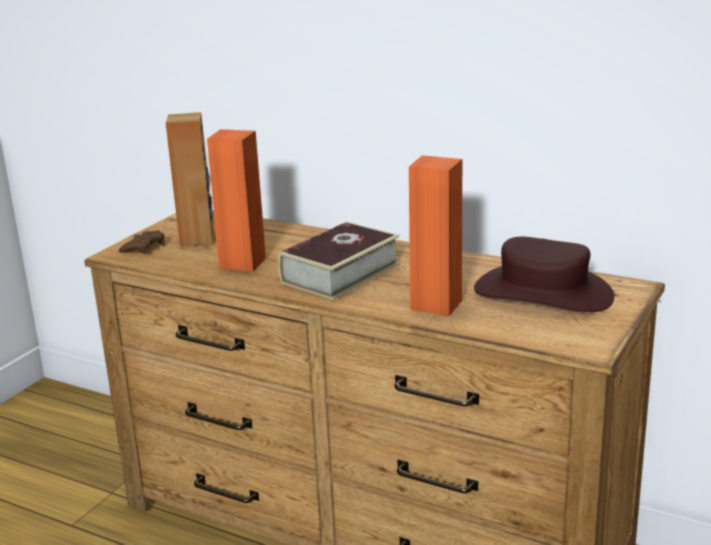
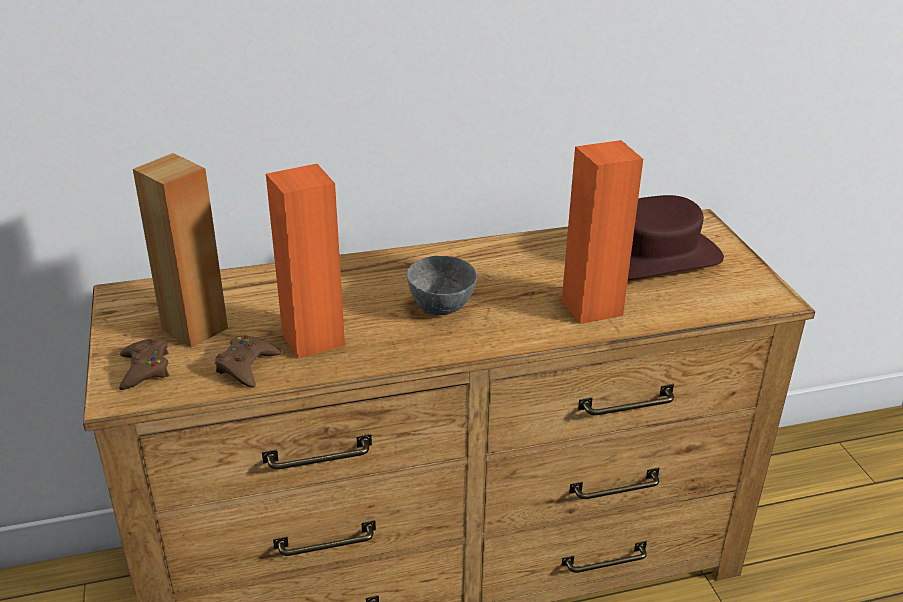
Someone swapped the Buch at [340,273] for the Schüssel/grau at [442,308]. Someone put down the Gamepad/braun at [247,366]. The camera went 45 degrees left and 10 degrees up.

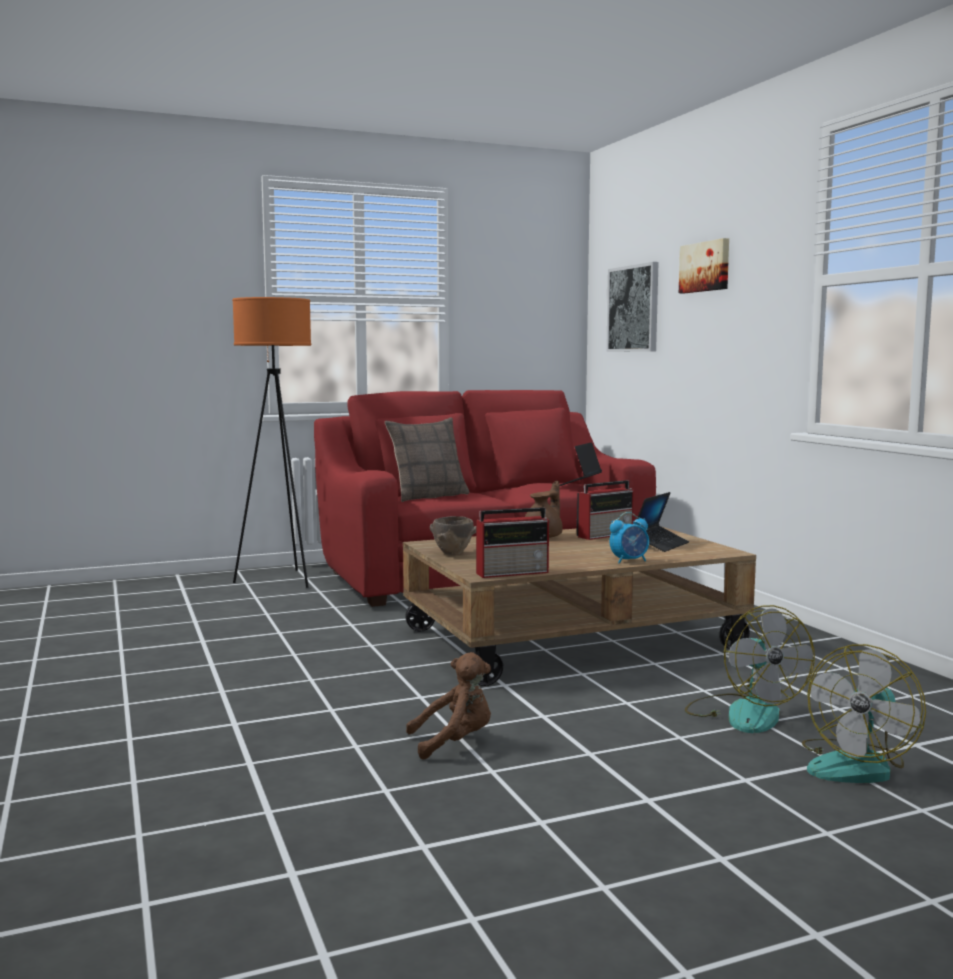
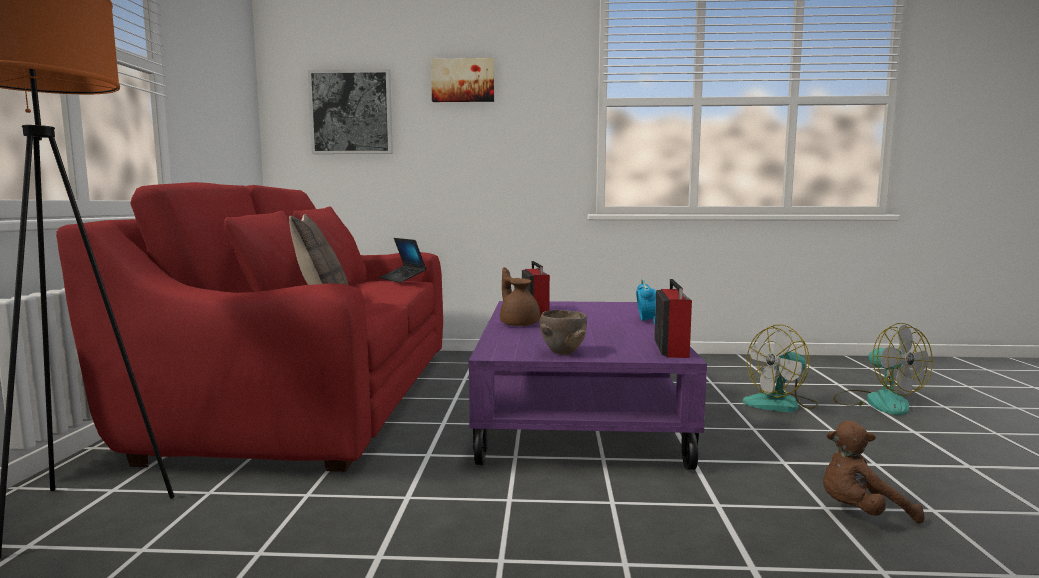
Someone took away the Laptop at [660,545]. Someone repainted the Couchtisch/braun at [571,639], which became the Couchtisch/lila at [575,411]. Someone rotated the Ventilator at [744,713] by 150 degrees clockwise. Someone rotated the Plüschtier/braun at [454,742] by 105 degrees counterclockwise. The camera went 65 degrees left and 0 degrees up.

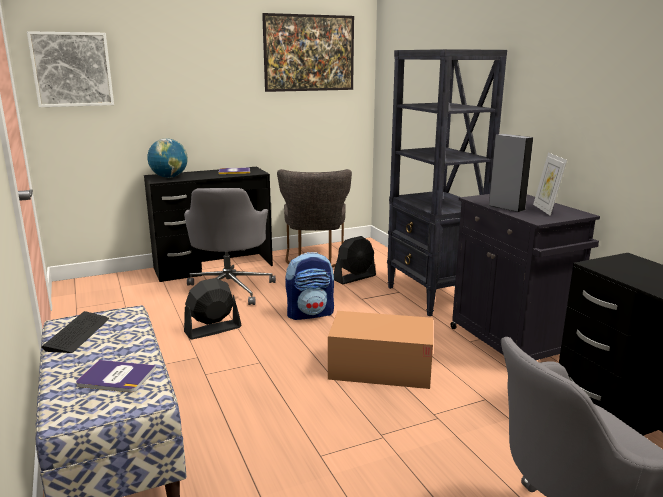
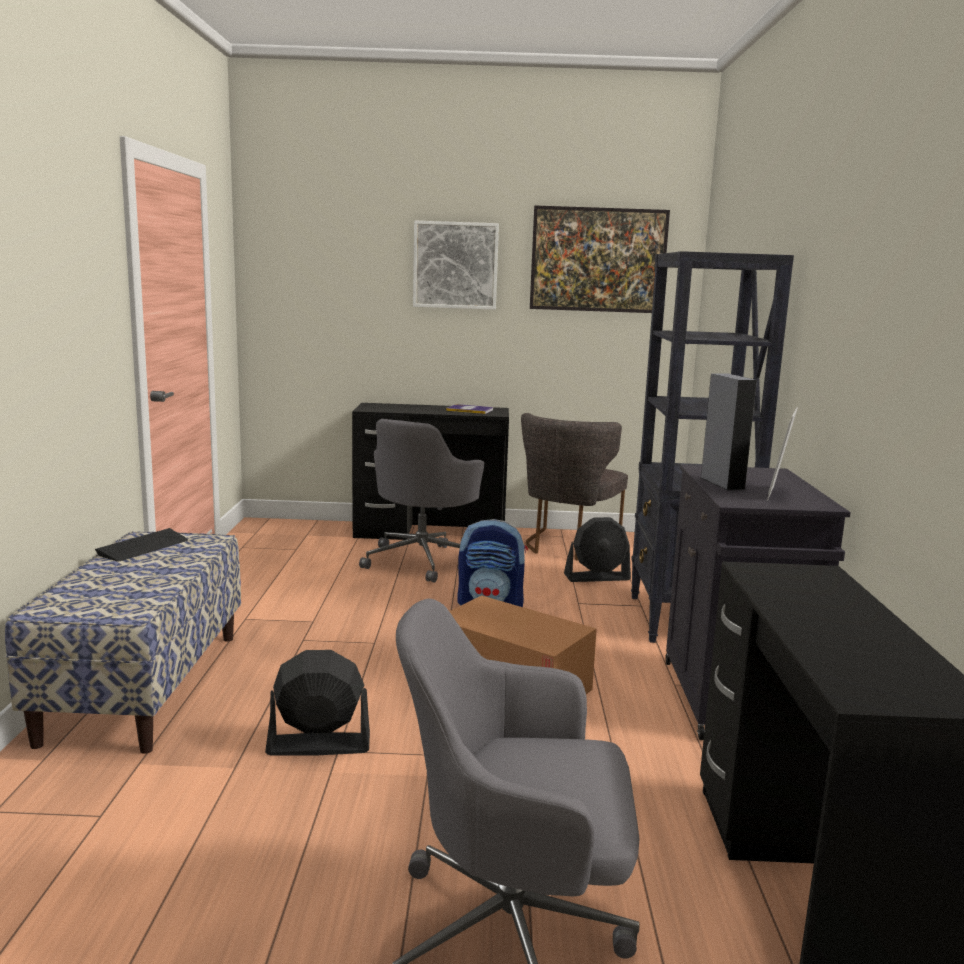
Someone carried the Bild from [72,69] to [455,265]. Someone took away the Globus at [169,177]. Someone carried the Ventilator/schwarz from [212,330] to [318,745]. Someone took away the Buch at [116,377]. The camera went 25 degrees right and 5 degrees down.

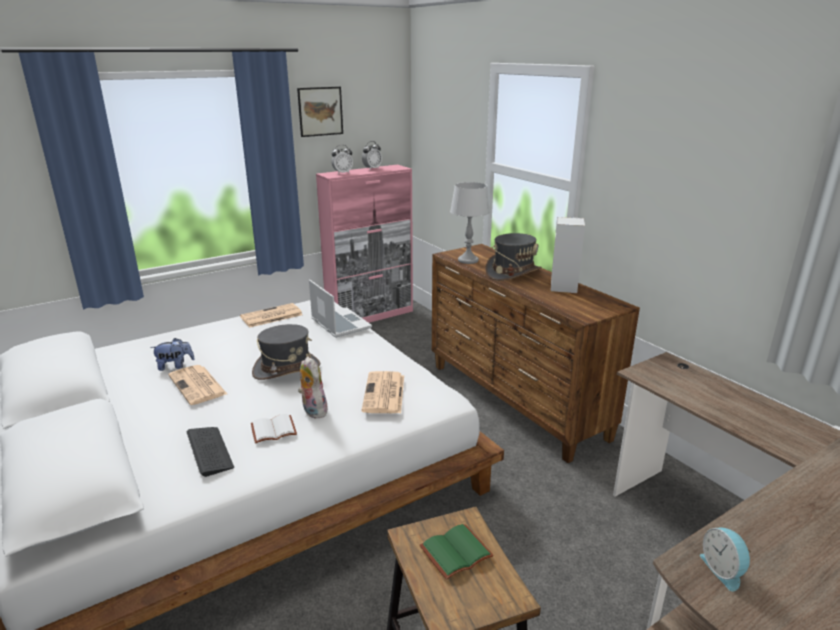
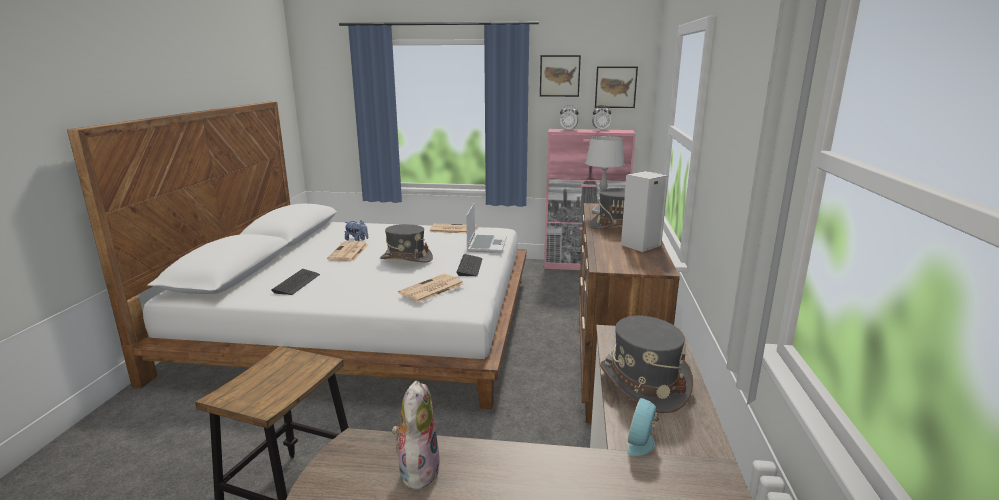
Someone carried the Plüschtier from [312,411] to [417,469]. Someone took away the Buch/weiß at [273,431]. Someone took away the Buch/grün at [455,550]. Someone carried the Wecker from [723,570] to [642,443]. Someone put up the Bild at [615,87]. Someone put down the Tastatur at [470,266]. Someone put down the Hut/grau at [643,384]. The camera went 40 degrees right and 5 degrees down.

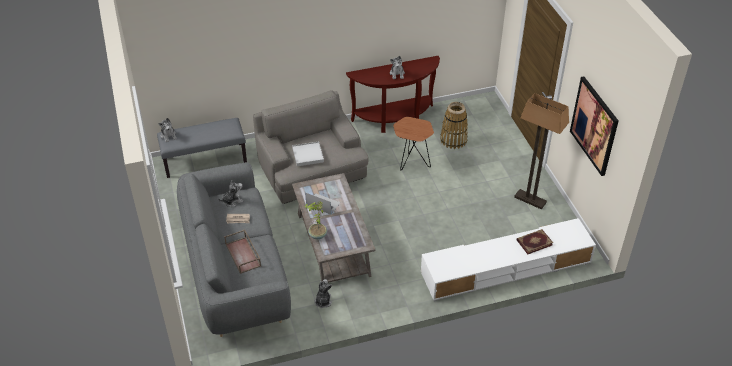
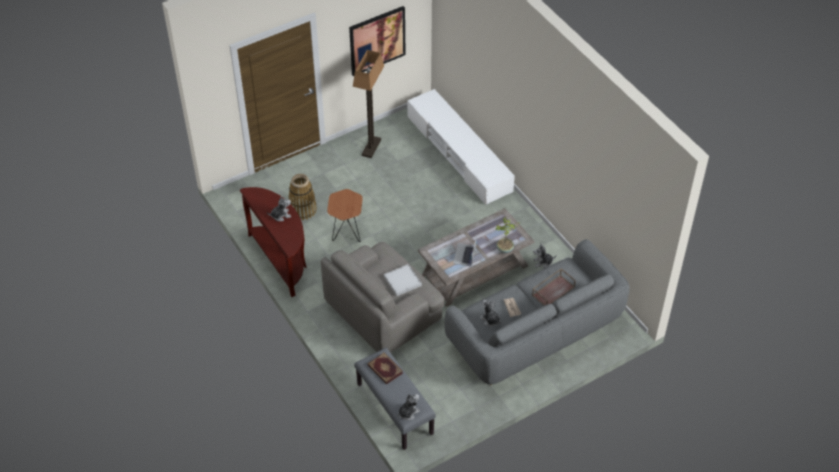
Someone carried the Buch from [534,242] to [384,369]. The camera went 105 degrees left and 5 degrees up.

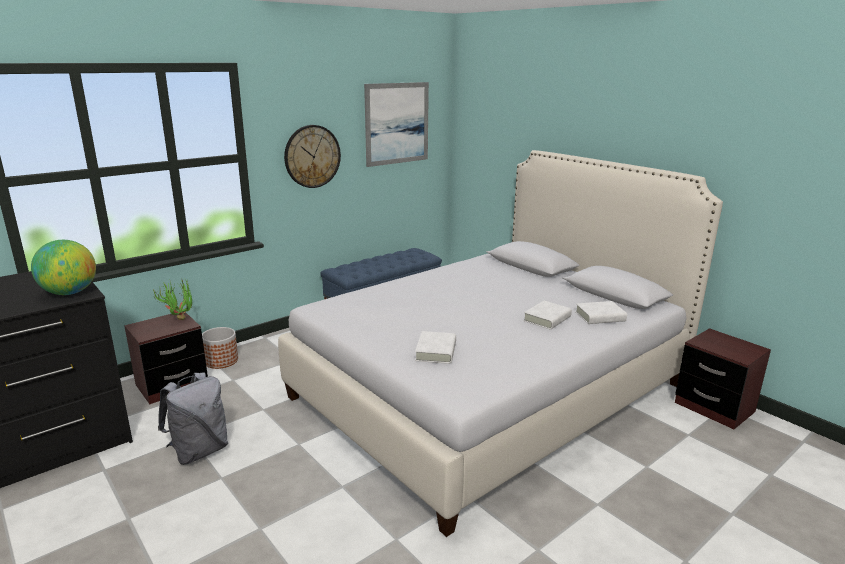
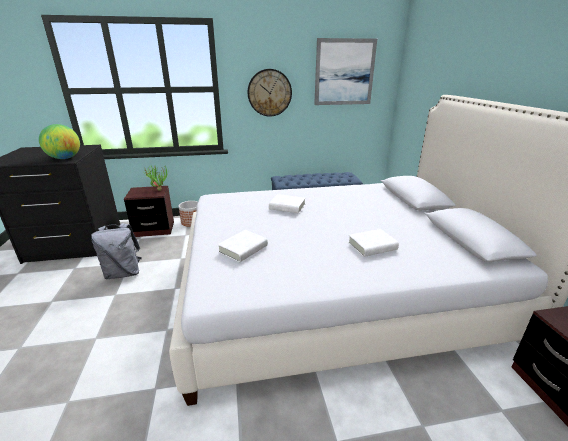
Someone carried the Buch/weiß from [600,317] to [287,207]. The camera went 30 degrees right and 5 degrees up.

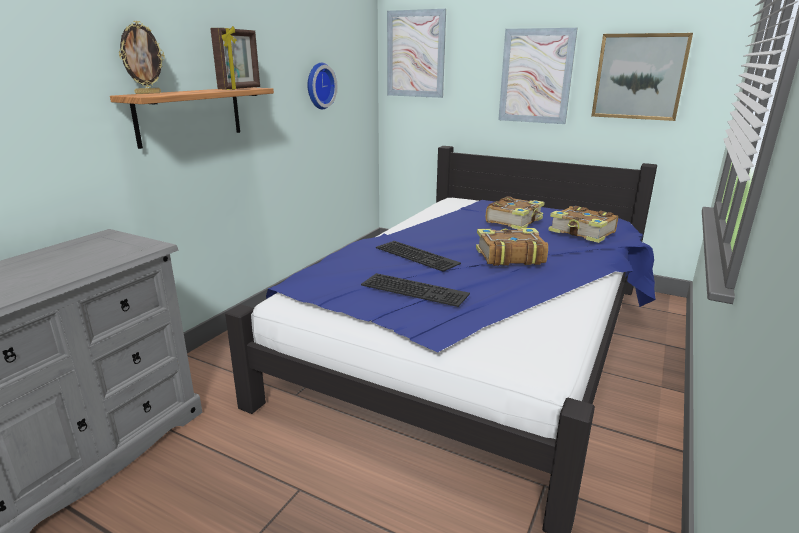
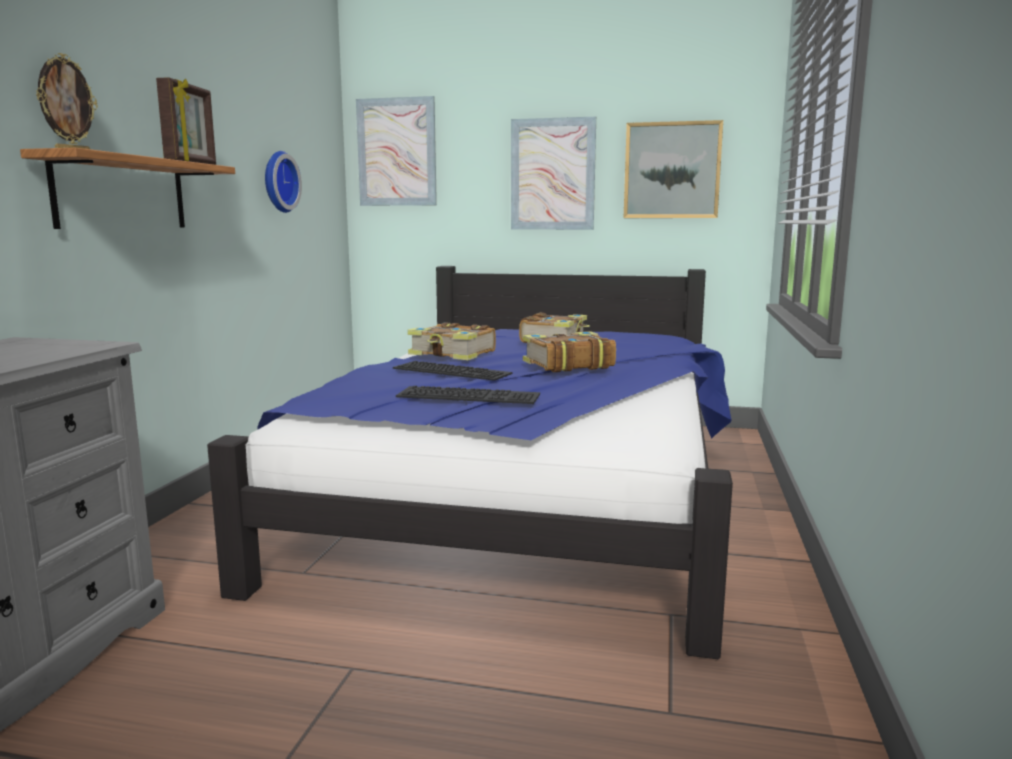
Someone carried the Buch from [582,233] to [453,354]. The camera went 15 degrees left and 10 degrees down.

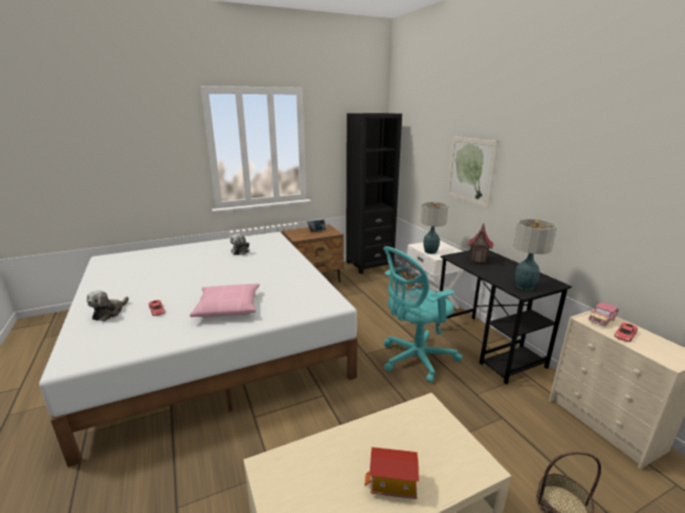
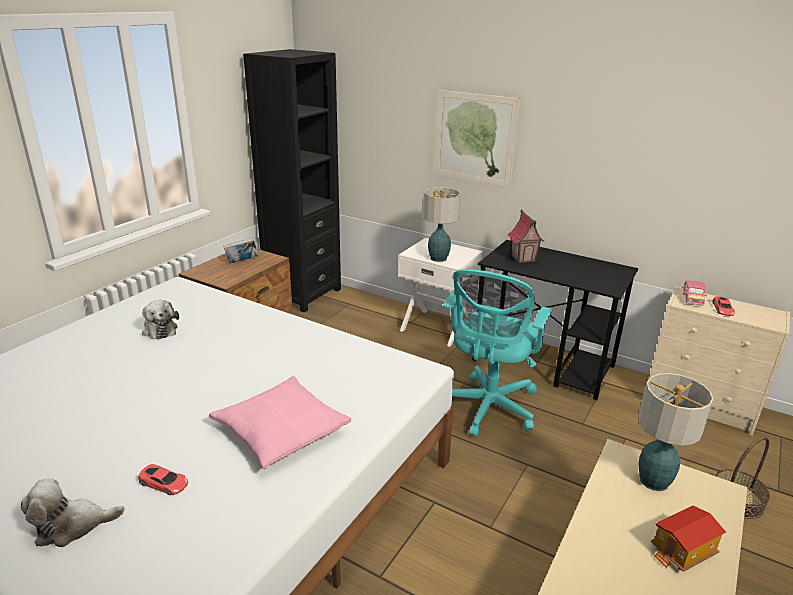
Someone carried the Tischlampe from [524,286] to [654,482]. Someone rotated the Plüschtier at [109,312] by 90 degrees clockwise. The camera went 35 degrees left and 5 degrees up.

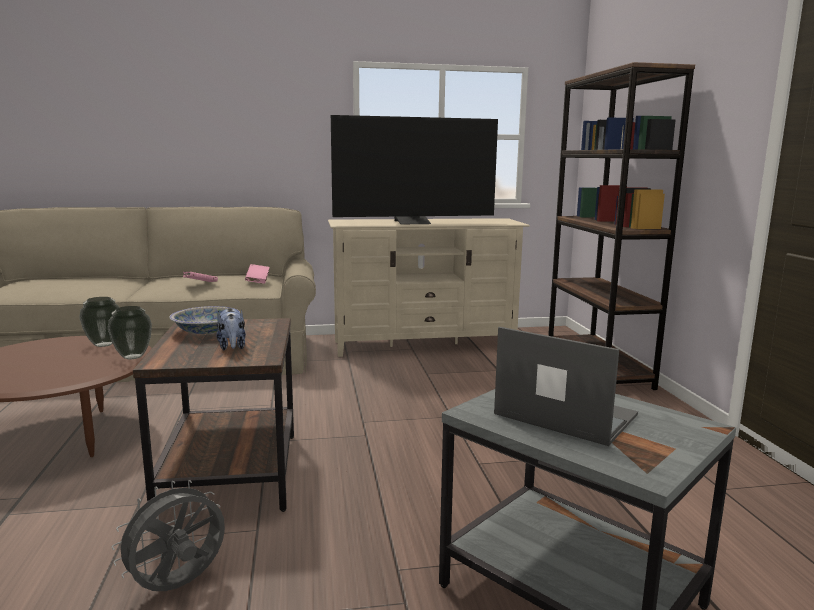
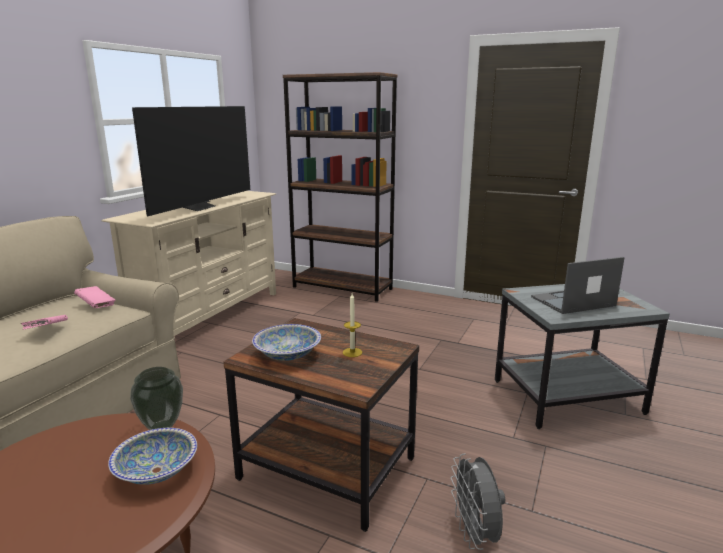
Someone took away the Vase at [103,344]. Someone swapped the Plüschtier at [232,347] for the Kerze at [352,352]. Someone put down the Schüssel at [156,470]. The camera went 55 degrees left and 5 degrees up.

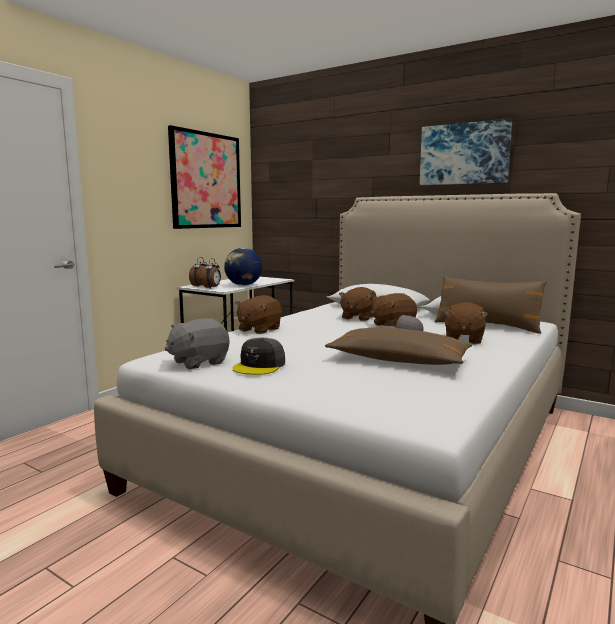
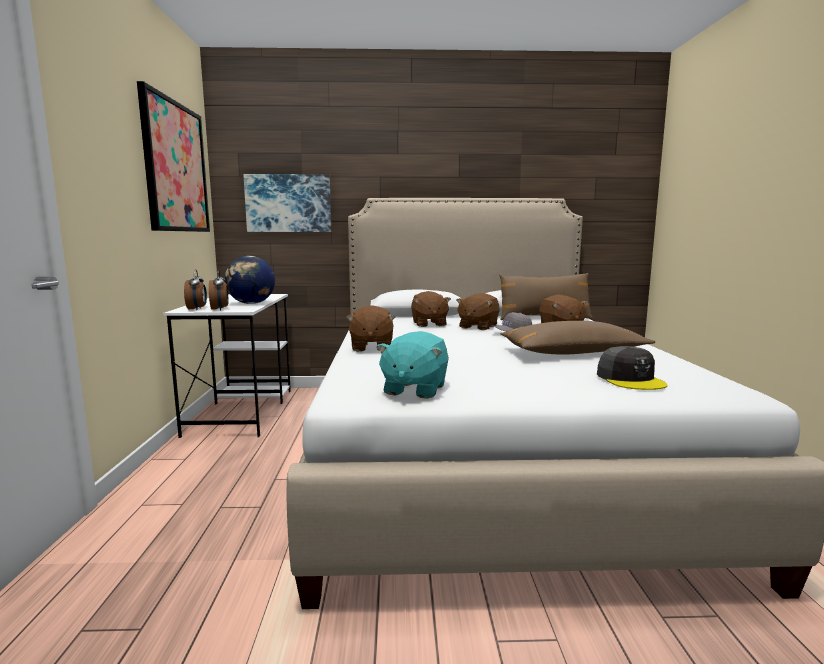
Someone carried the Bild from [464,154] to [288,203]. Someone repainted the Plüschtier/grau at [198,362], which became the Plüschtier/türkis at [414,389]. Someone carried the Kappe/grau from [259,366] to [630,379]. The camera went 35 degrees left and 0 degrees up.

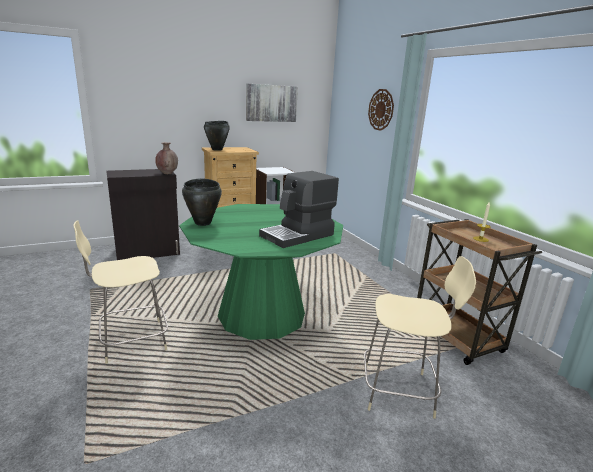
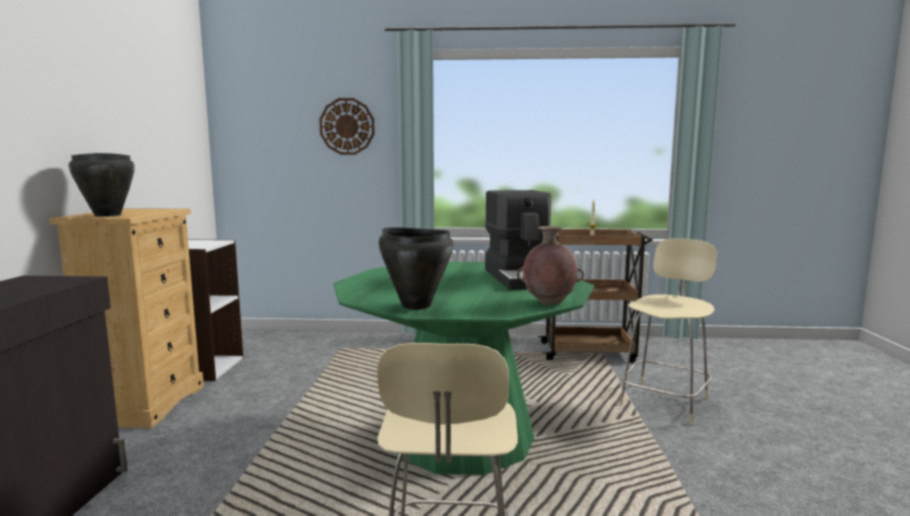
Someone took away the Bild at [271,103]. Someone carried the Vase/braun from [167,173] to [548,303]. The camera went 60 degrees left and 10 degrees down.

